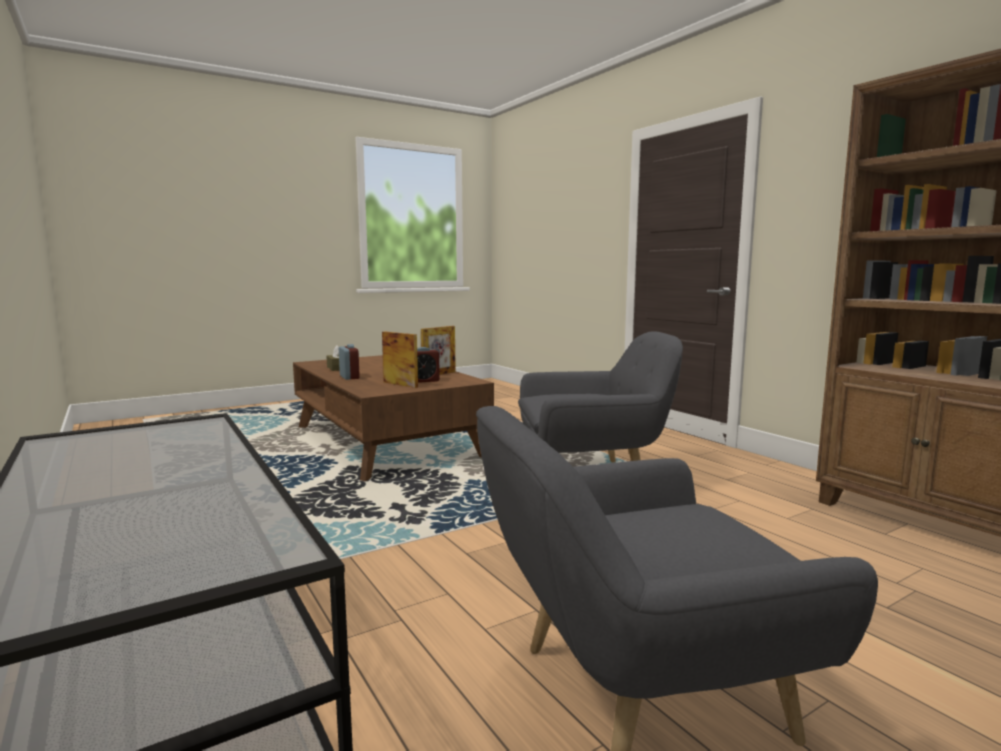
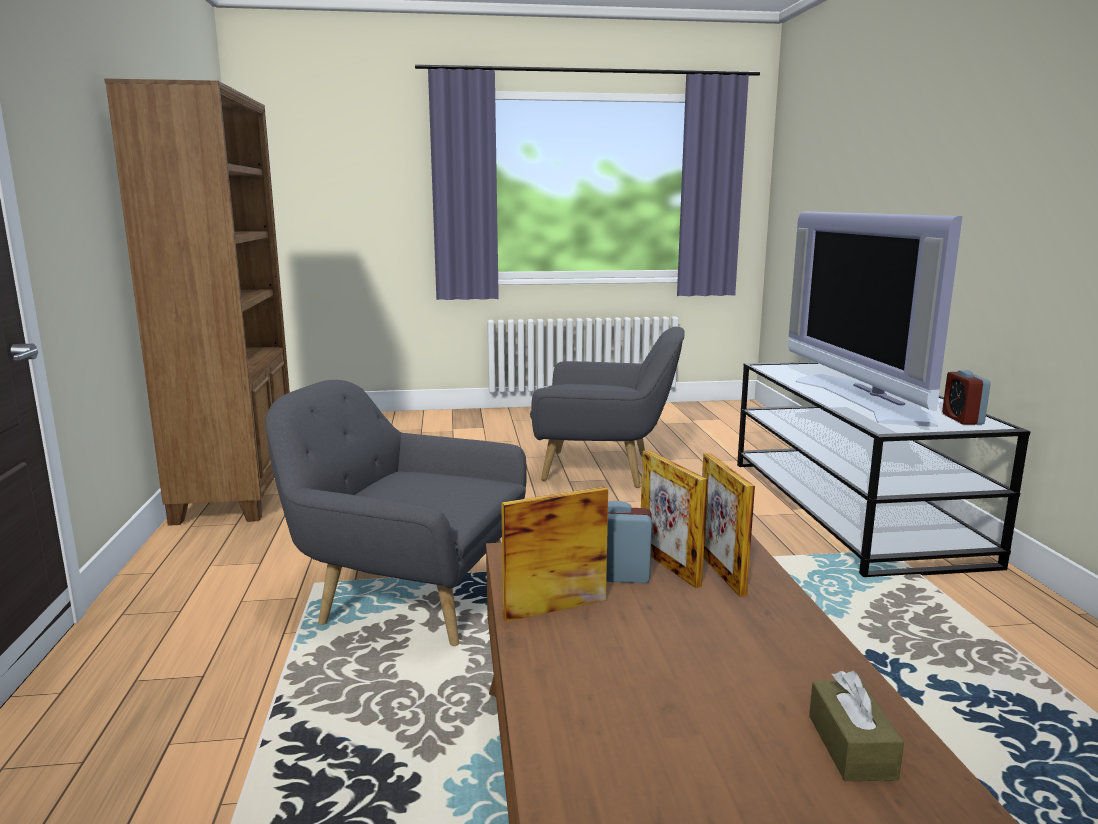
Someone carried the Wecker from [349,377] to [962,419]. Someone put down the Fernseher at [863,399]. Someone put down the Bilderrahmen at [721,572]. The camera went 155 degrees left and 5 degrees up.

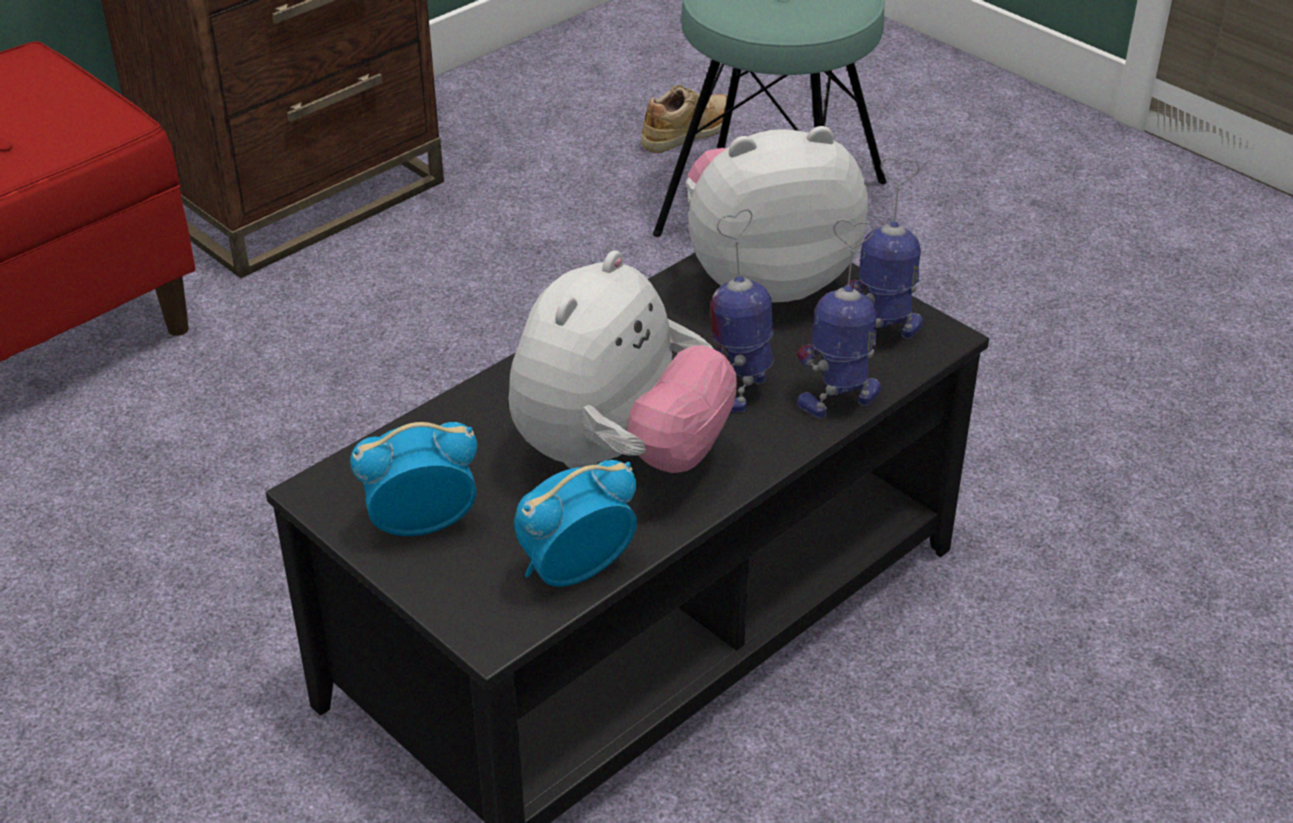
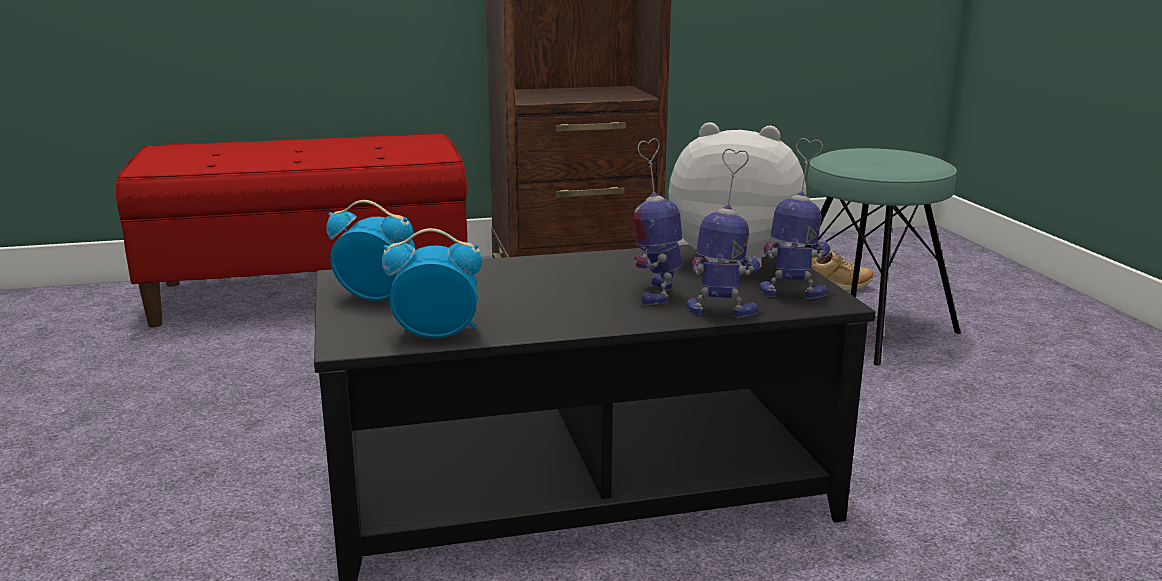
Someone rotated the Spielzeugroboter at [741,388] by 45 degrees counterclockwise. Someone took away the Plüschtier at [619,456]. The camera went 30 degrees right and 20 degrees down.

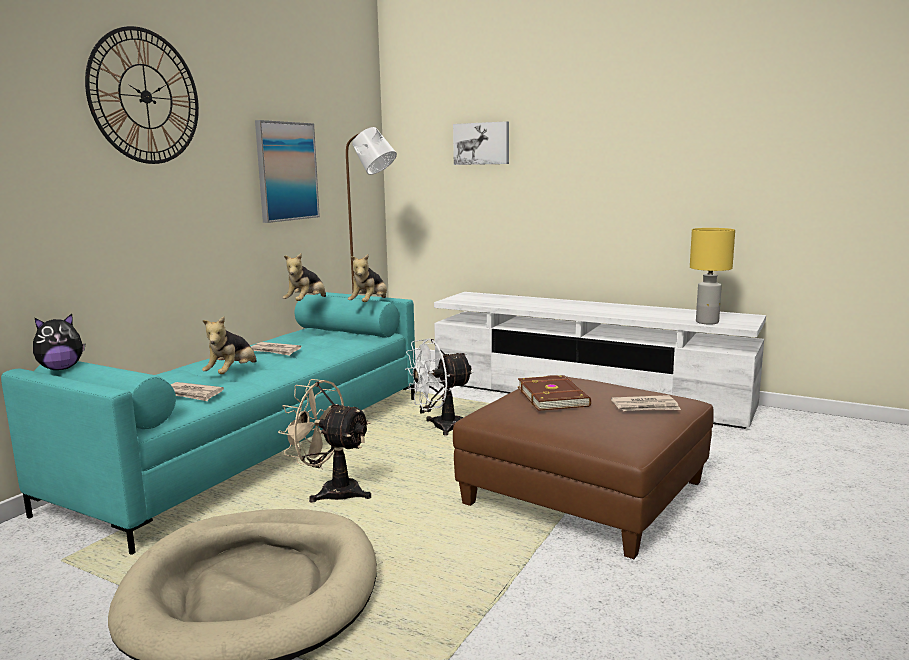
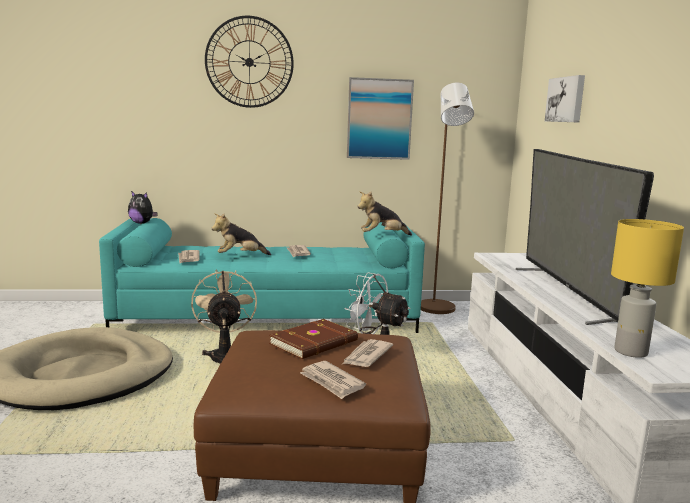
Someone took away the Plüschtier at [306,303]. Someone put down the Fernseher at [566,293]. Someone put down the Zeitung at [366,356]. The camera went 55 degrees right and 0 degrees up.

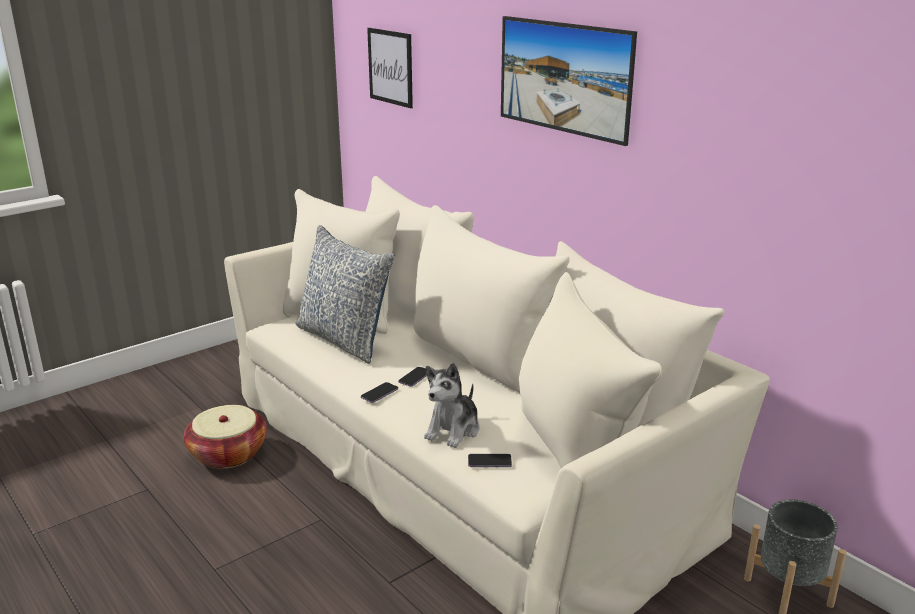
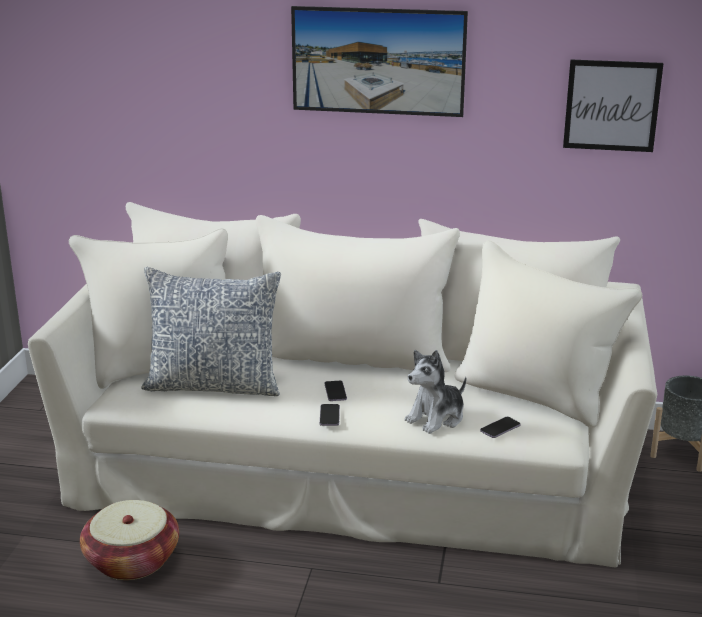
Someone carried the Bild from [390,67] to [612,105]. Someone rotated the Plüschtier at [453,430] by 60 degrees clockwise. The camera went 40 degrees left and 0 degrees up.

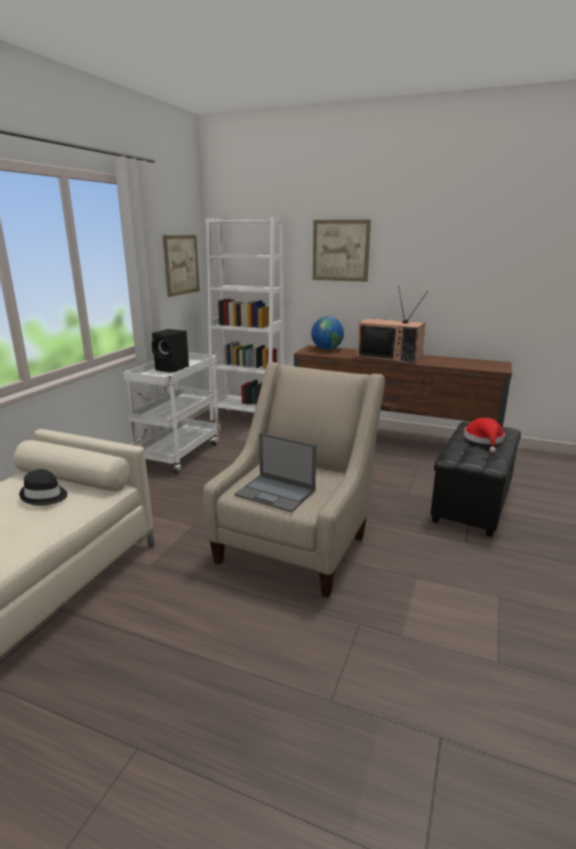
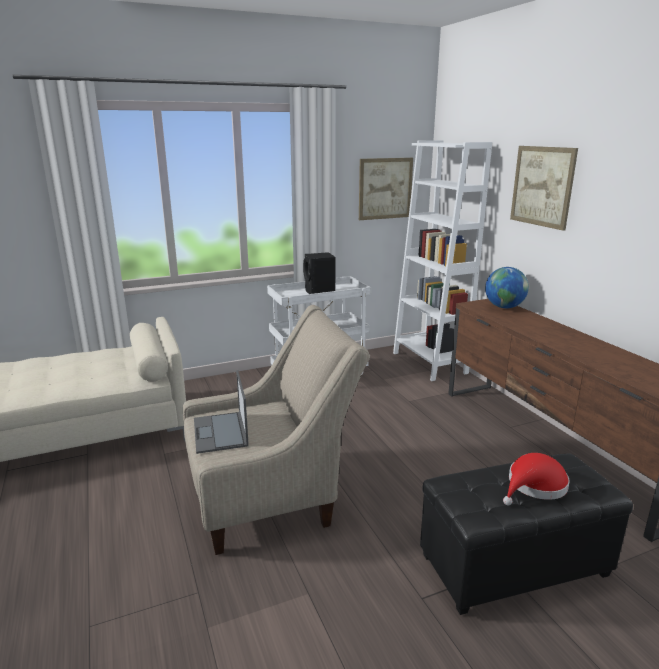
Someone took away the Fernseher at [390,357]. Someone took away the Hut/schwarz at [44,496]. The camera went 45 degrees right and 0 degrees up.

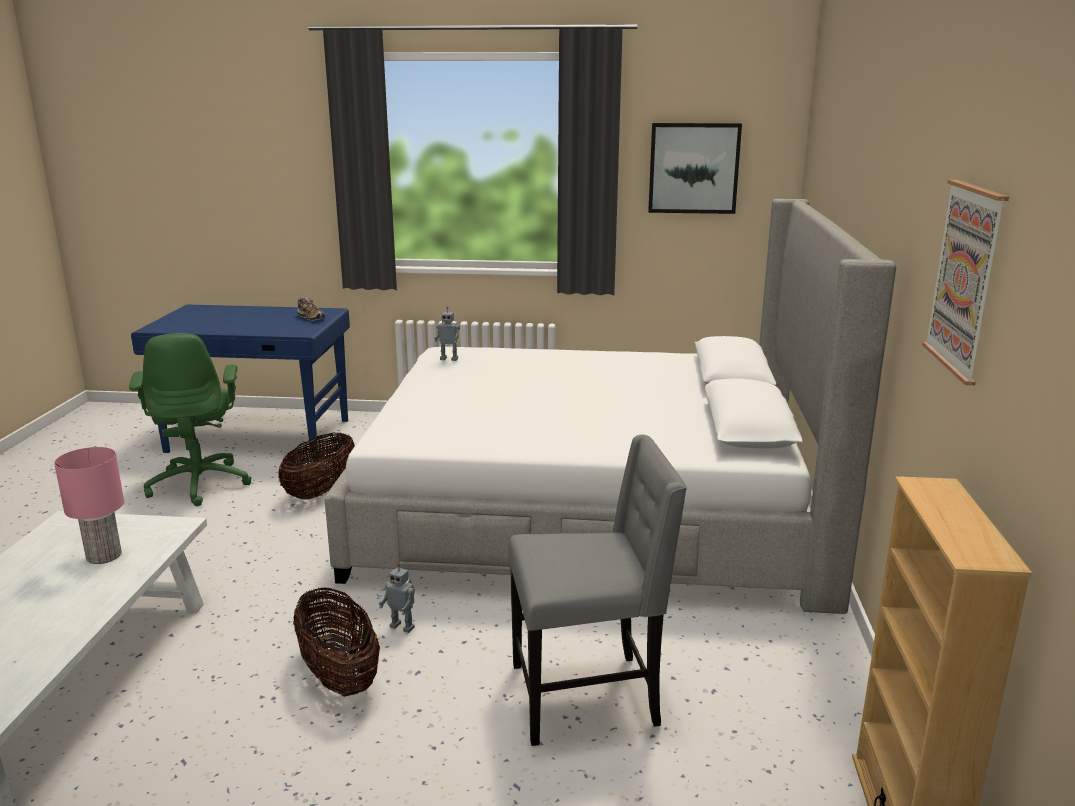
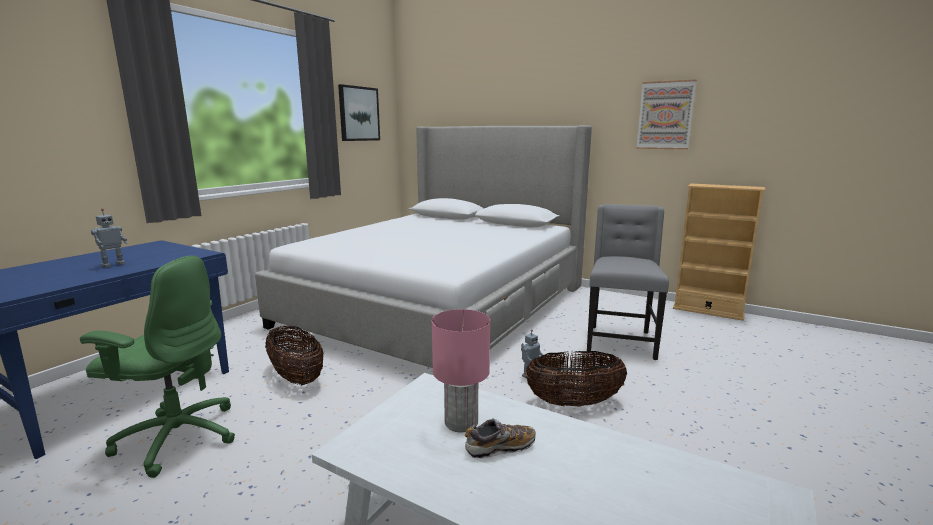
Someone carried the Schuh from [311,317] to [500,448]. Someone carried the Spielzeugroboter from [449,359] to [113,265]. The camera went 65 degrees left and 5 degrees down.

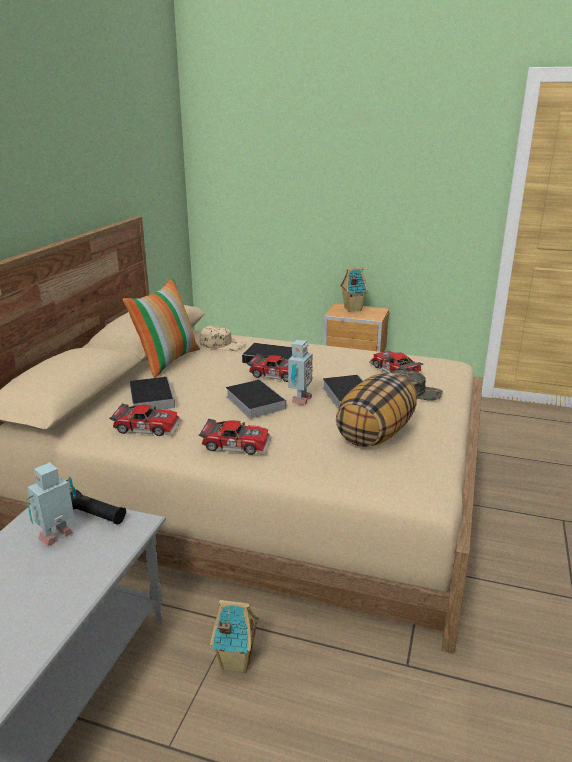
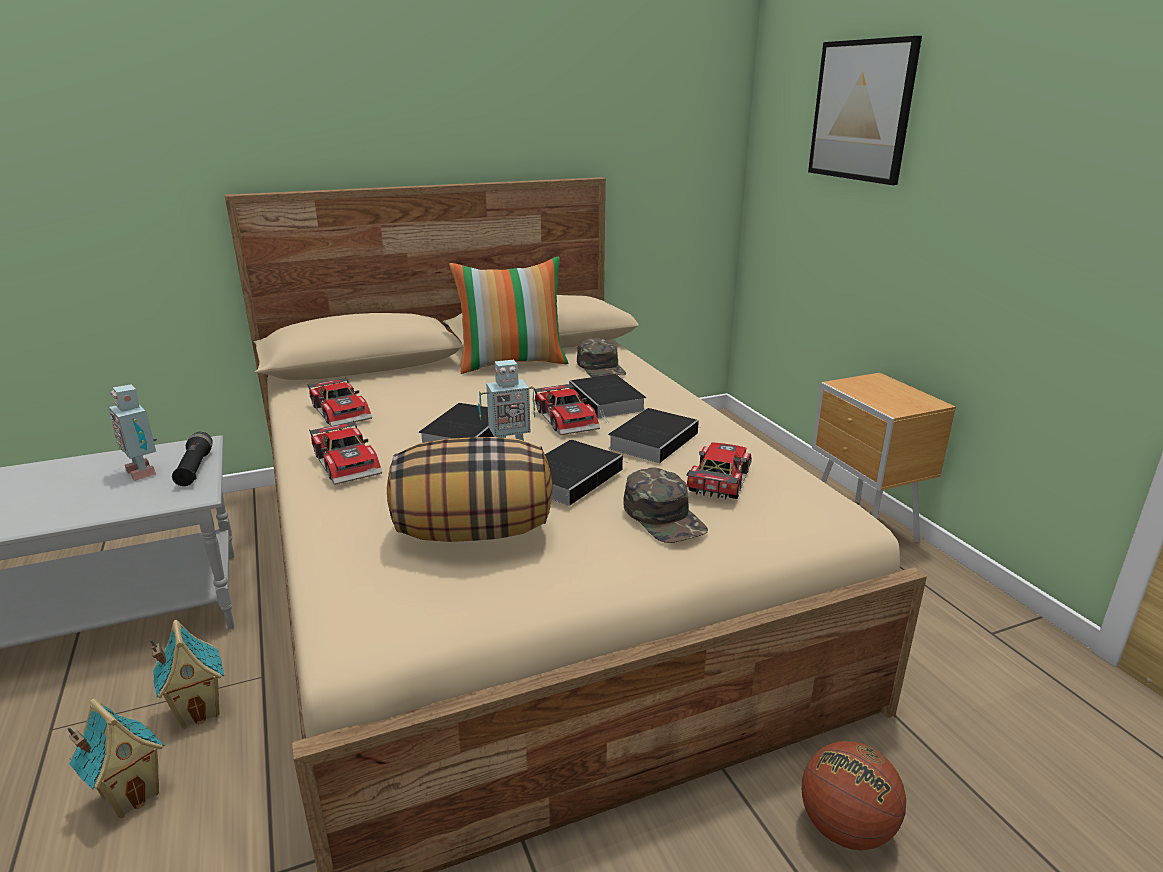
Someone carried the Spielzeughaus from [352,309] to [131,794]. Someone repainted the Kappe/beige at [222,344], which became the Kappe/grün at [601,367]. Someone carried the Buch from [151,397] to [654,439]. Someone rotated the Spielzeugroboter at [58,537] by 135 degrees counterclockwise. Someone put up the Bild at [861,111]. Someone put down the Basketball at [845,828]. The camera went 50 degrees right and 0 degrees up.

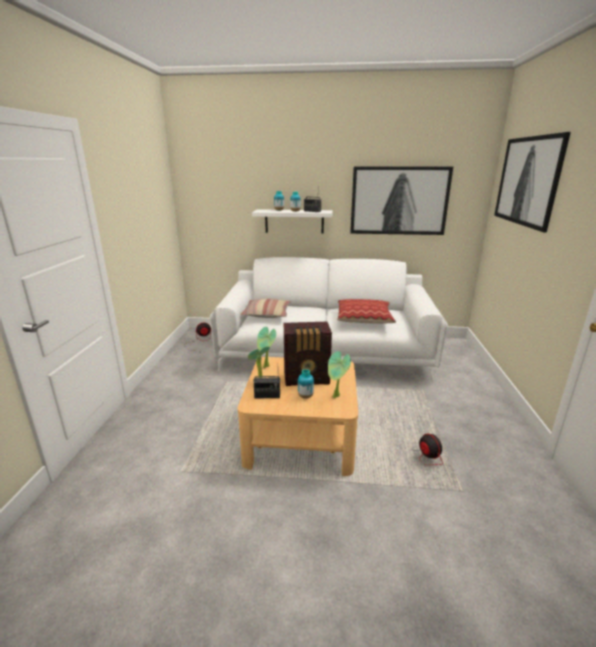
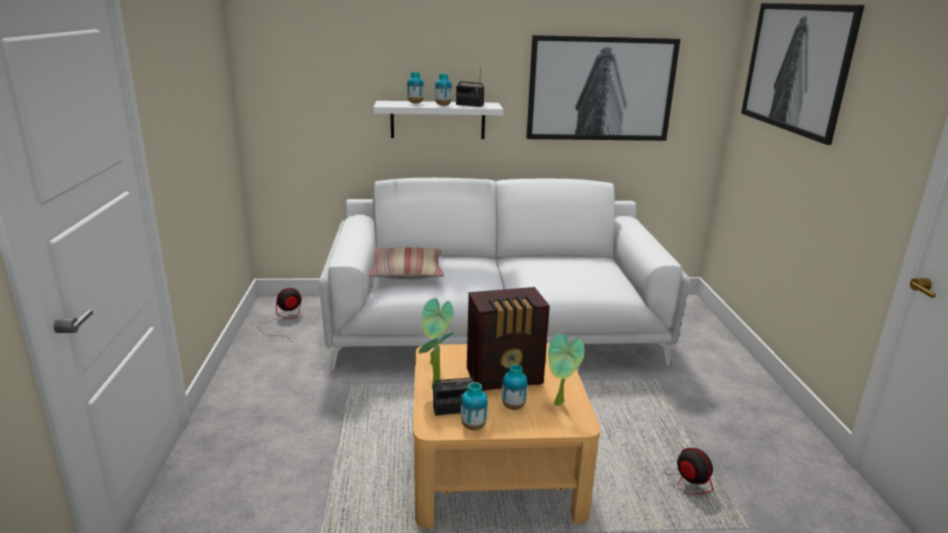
Someone took away the Kissen at [364,318]. Someone put down the Vase at [473,426]. The camera went 10 degrees left and 0 degrees up.

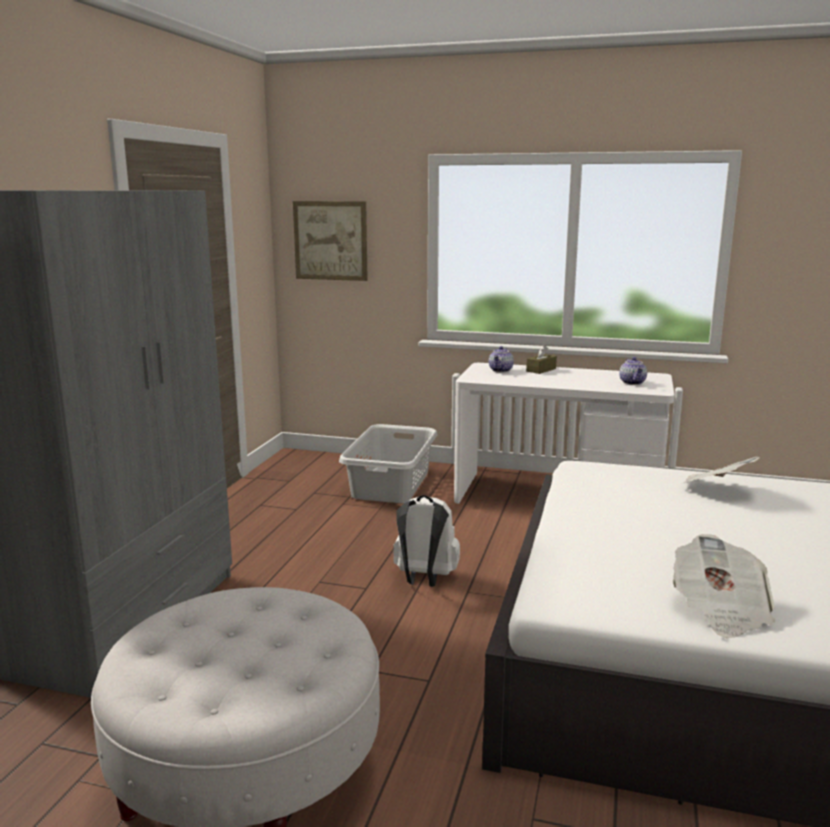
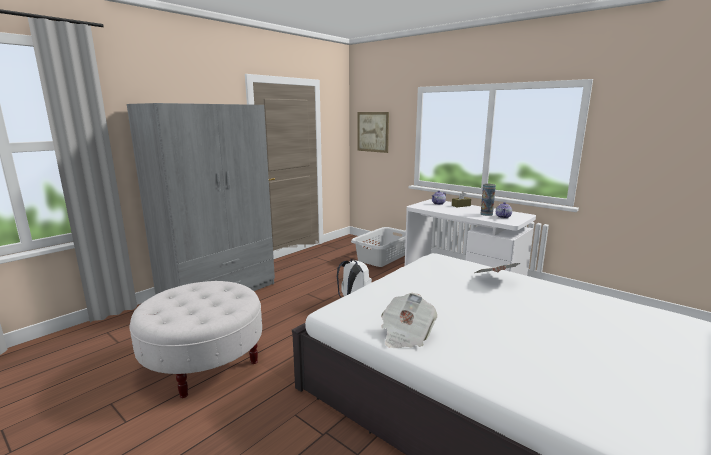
Someone put down the Vase at [486,214]. The camera went 25 degrees right and 0 degrees up.

